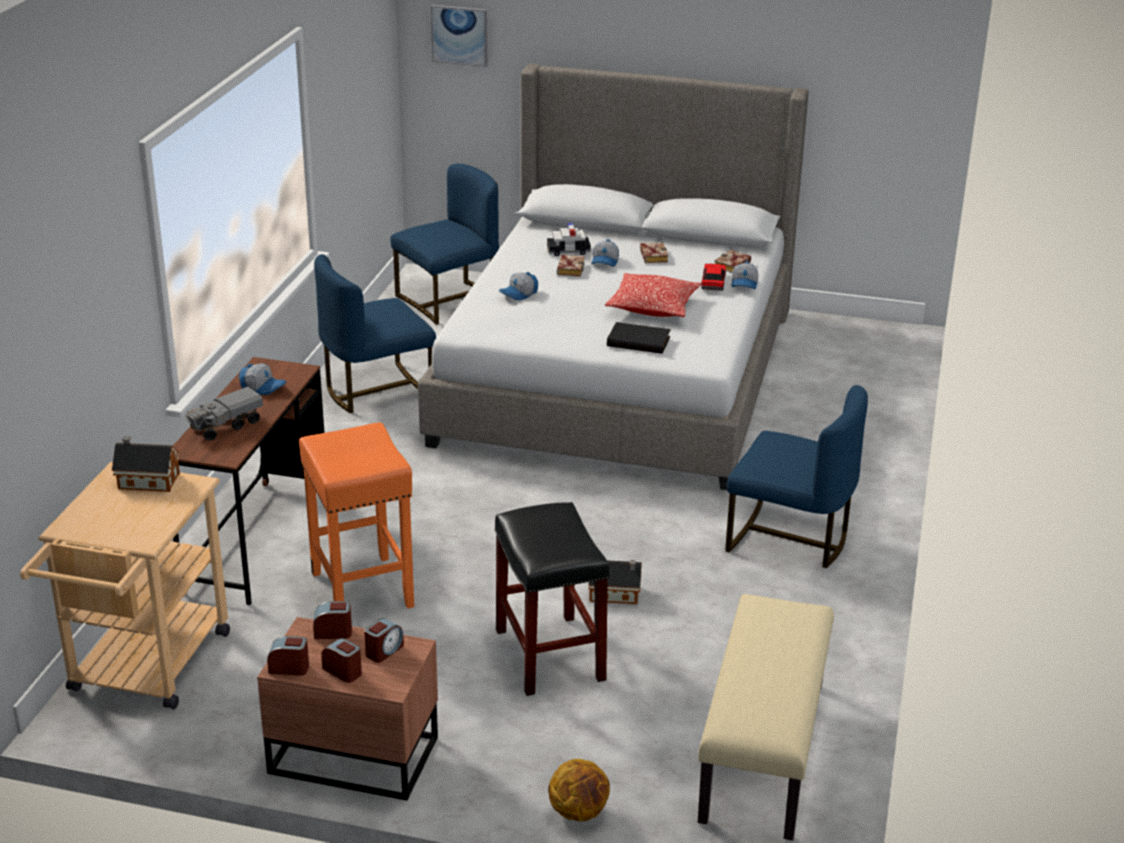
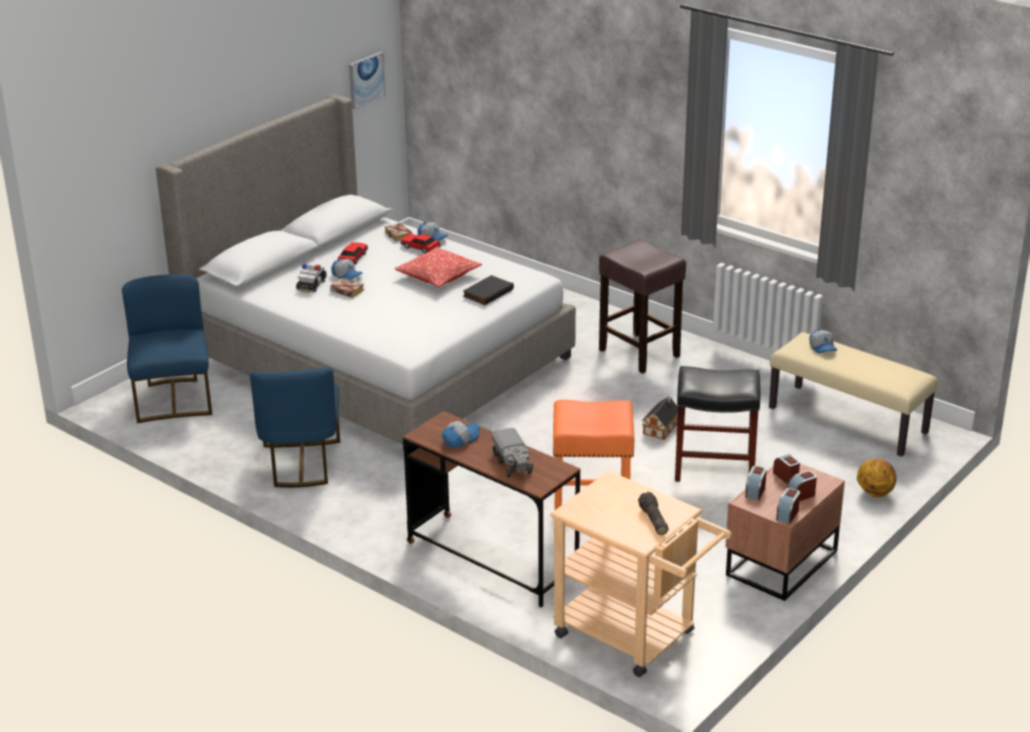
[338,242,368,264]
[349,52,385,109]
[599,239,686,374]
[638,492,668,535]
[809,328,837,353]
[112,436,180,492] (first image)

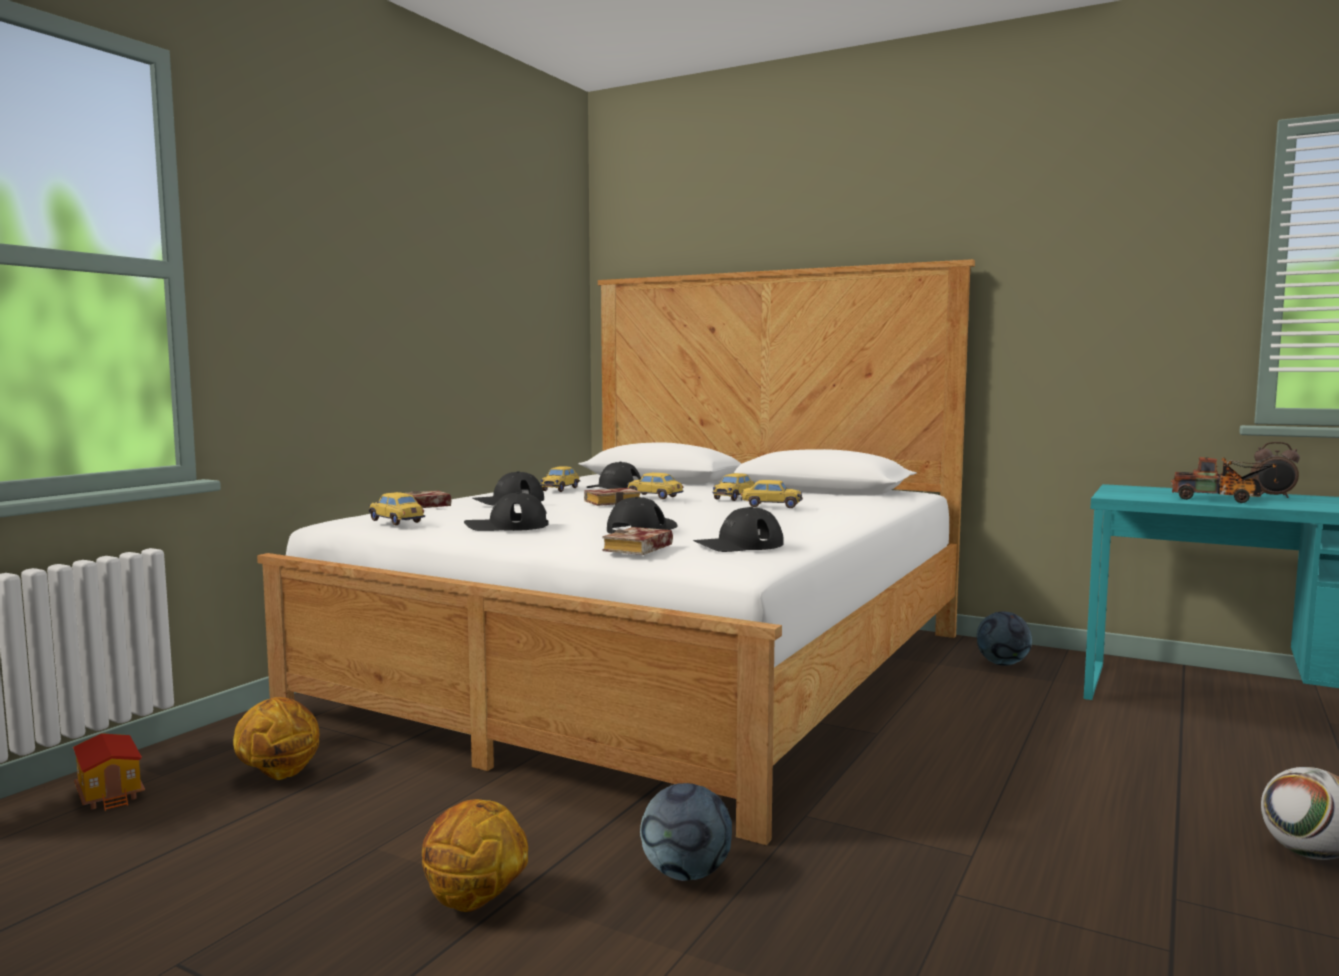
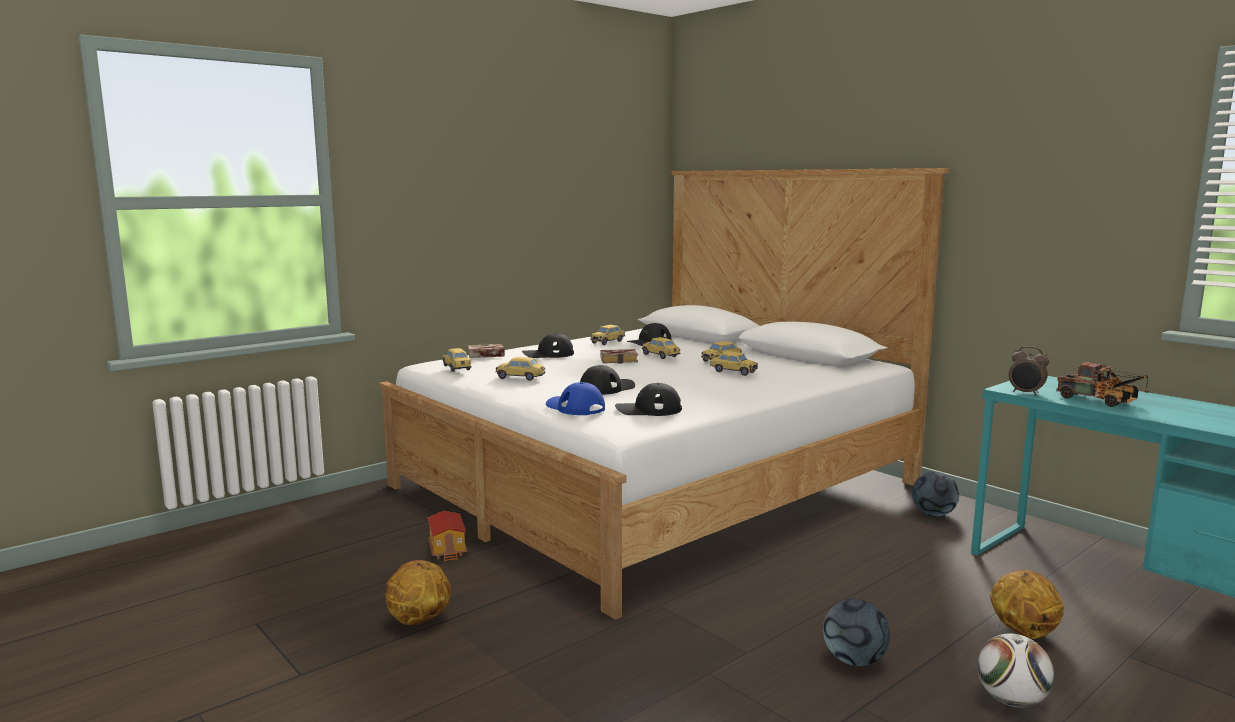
[428,511,467,562]
[496,357,545,381]
[546,382,605,415]
[823,598,890,666]
[990,570,1064,639]
[1009,346,1049,396]

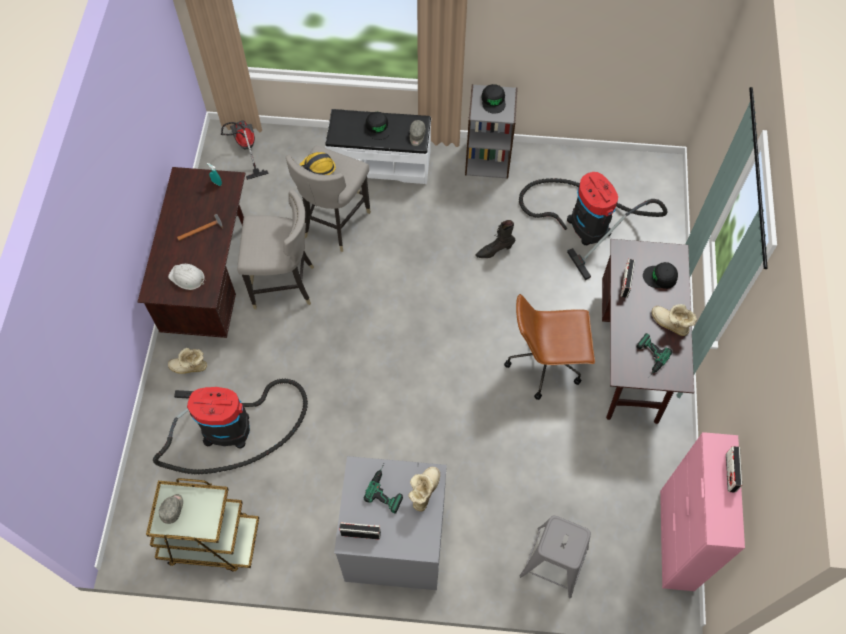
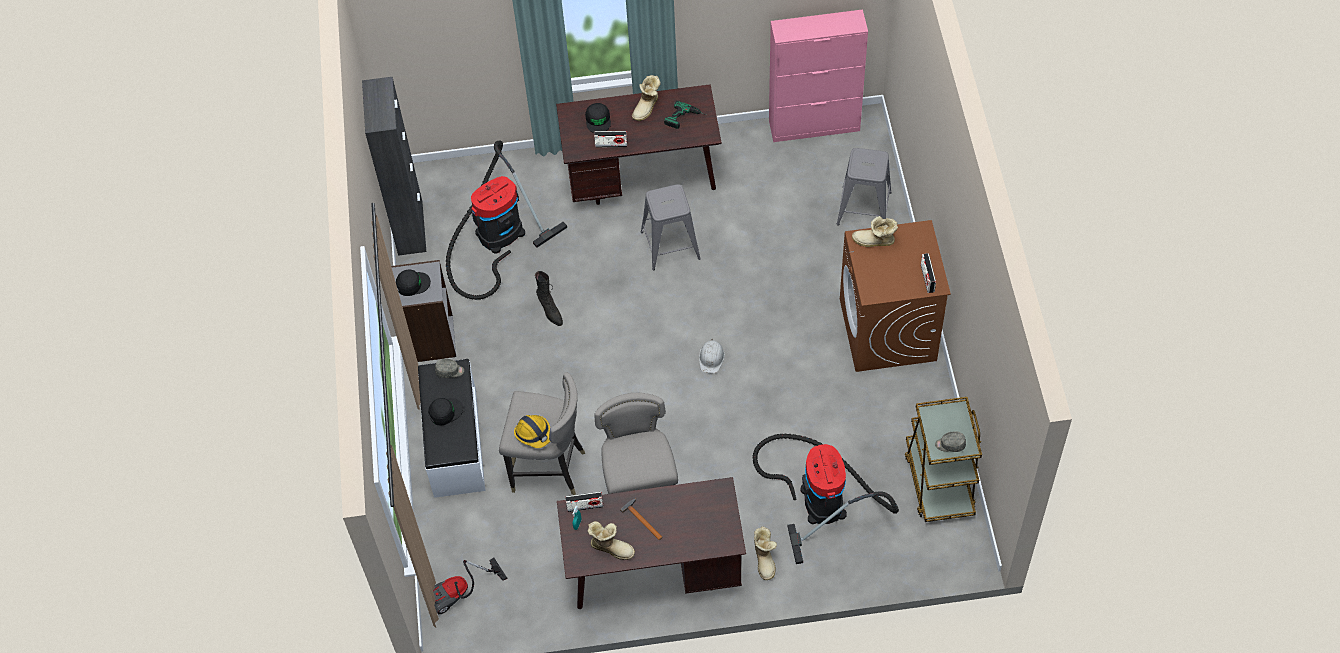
[362,77,427,256]
[565,492,603,512]
[587,521,635,560]
[641,184,701,270]
[699,339,725,374]
[840,220,951,372]
[364,464,403,513] (first image)

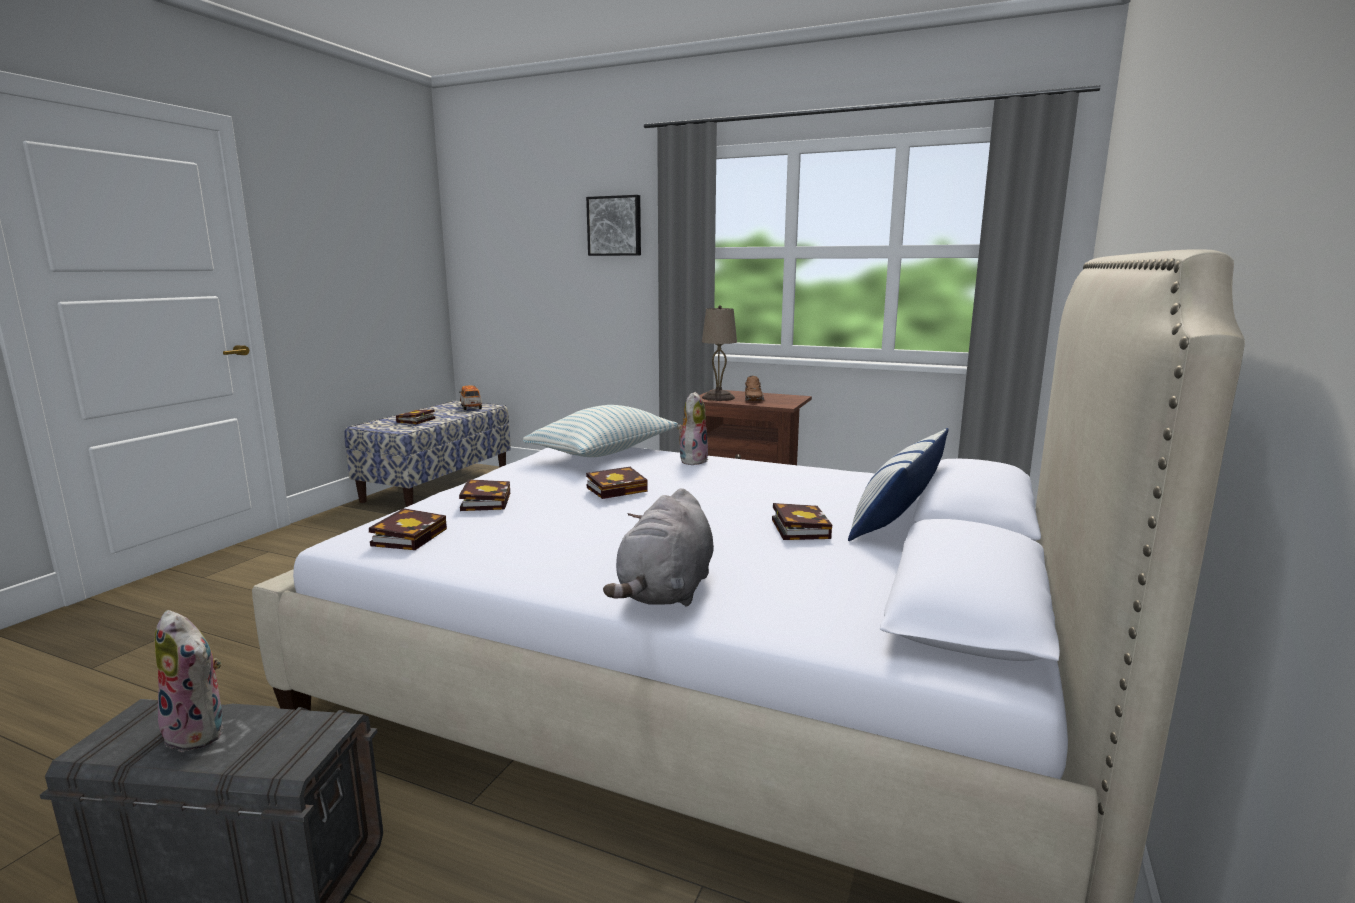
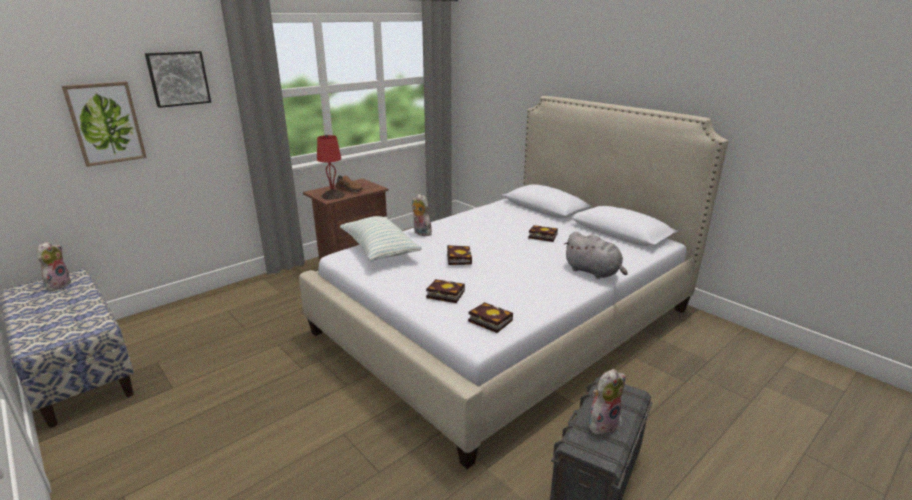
[37,242,72,291]
[62,81,147,167]
[317,135,344,200]
[396,410,435,424] (first image)
[848,428,949,541] (first image)

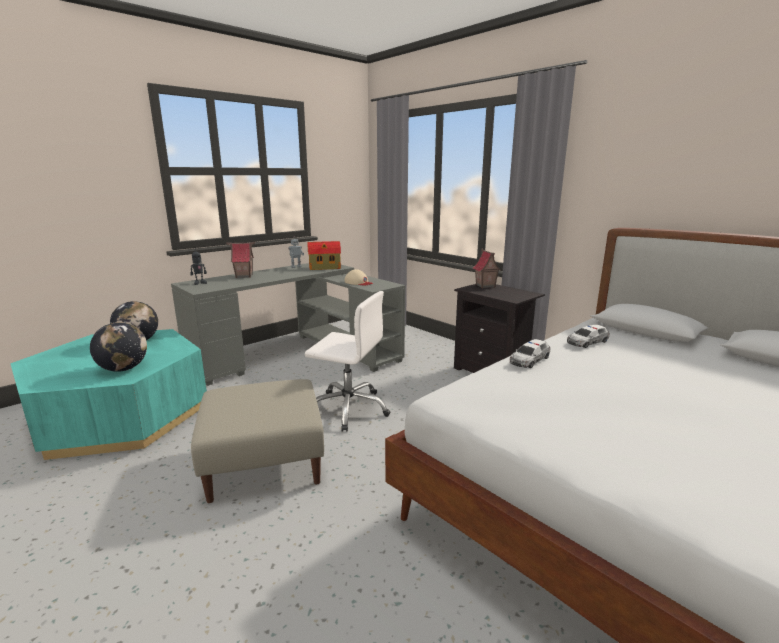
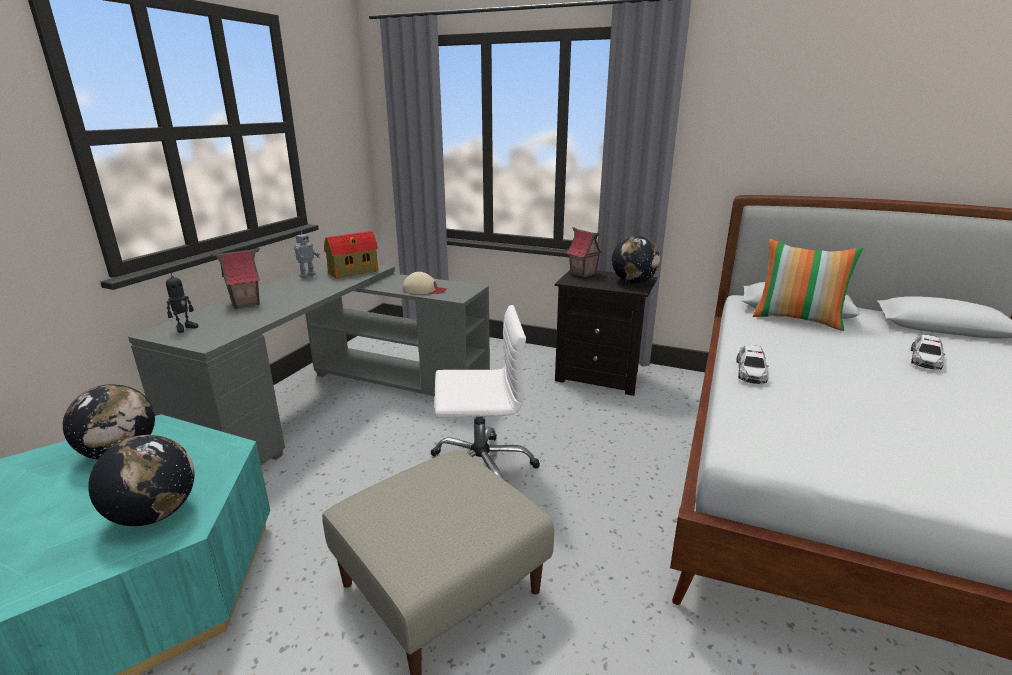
[612,236,660,283]
[753,239,863,331]
[911,334,945,370]

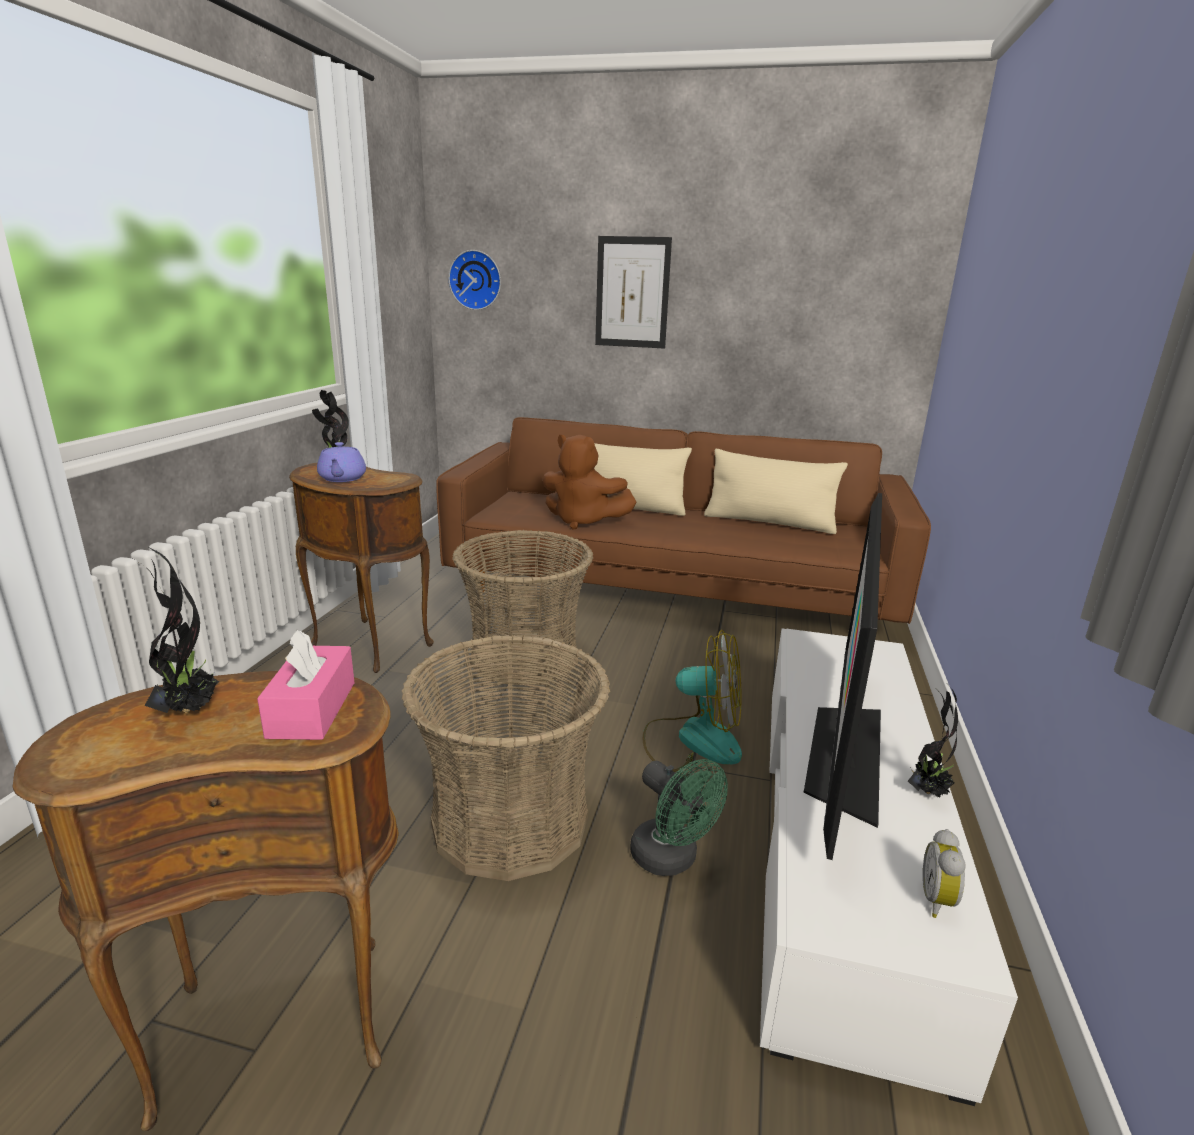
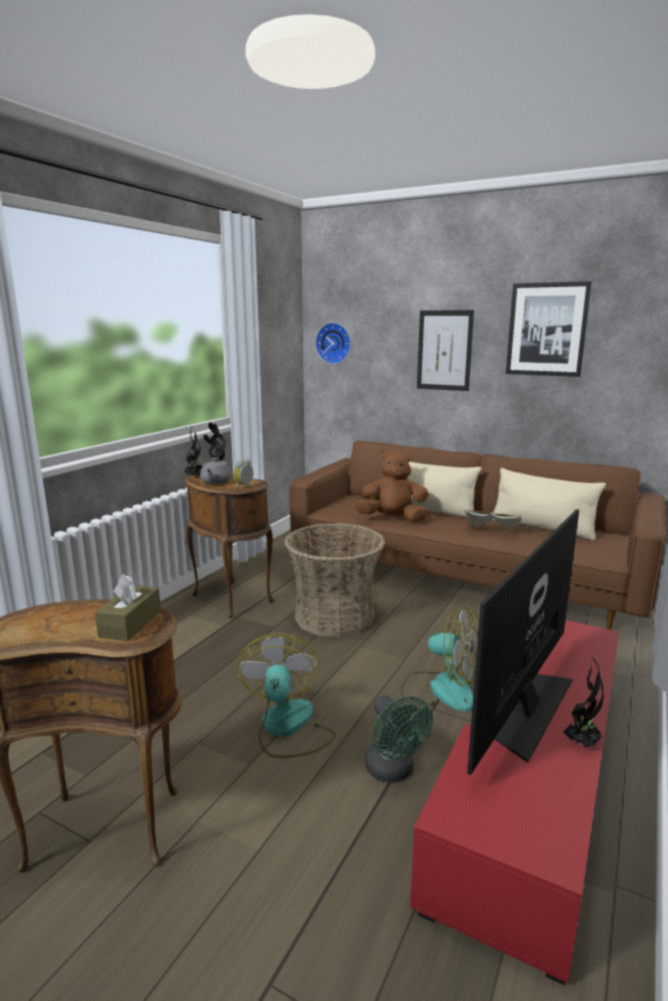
[95,574,161,641]
[184,427,202,477]
[200,458,232,484]
[233,458,253,489]
[237,633,336,758]
[355,449,429,522]
[410,620,619,986]
[464,510,521,531]
[506,281,592,377]

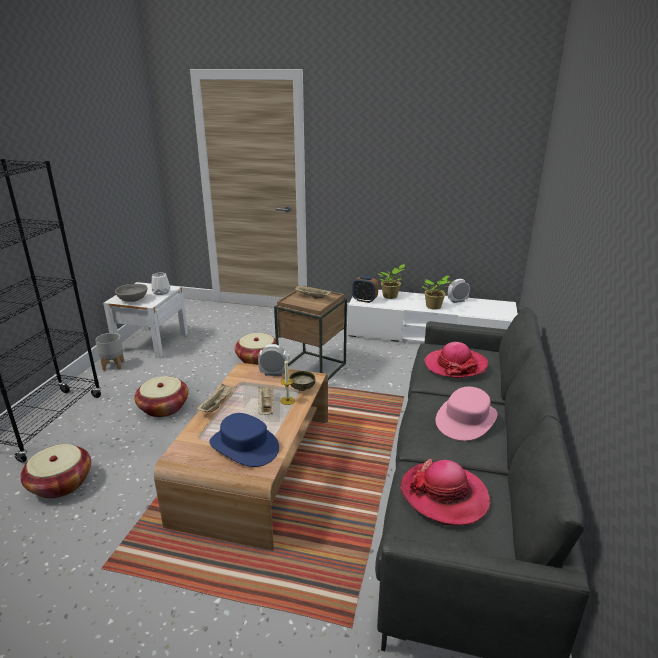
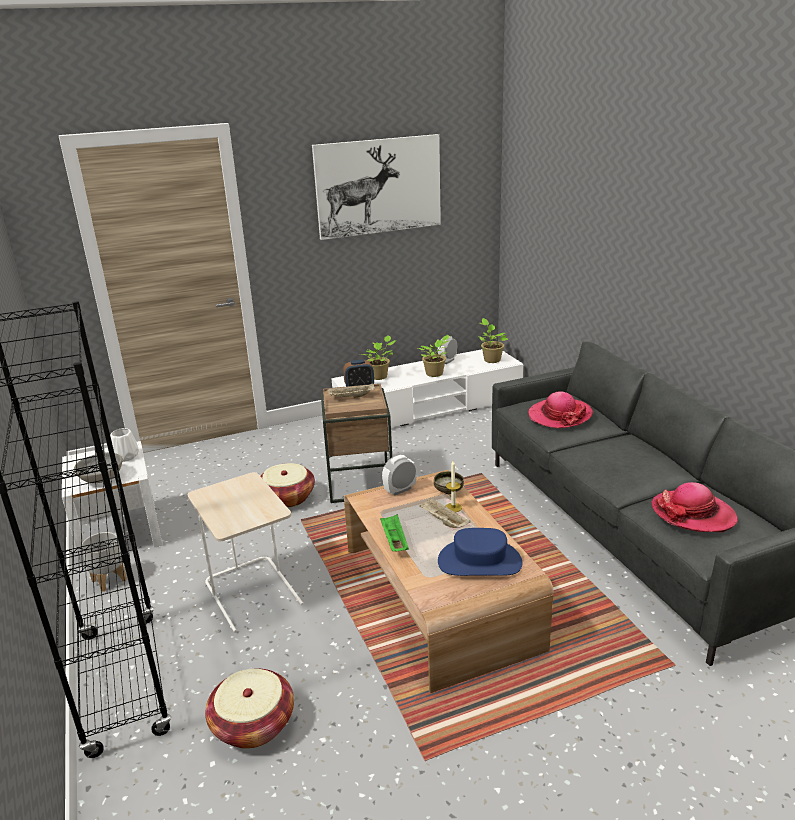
[188,472,304,633]
[312,134,441,240]
[380,514,409,552]
[478,318,508,363]
[436,387,497,441] (first image)

